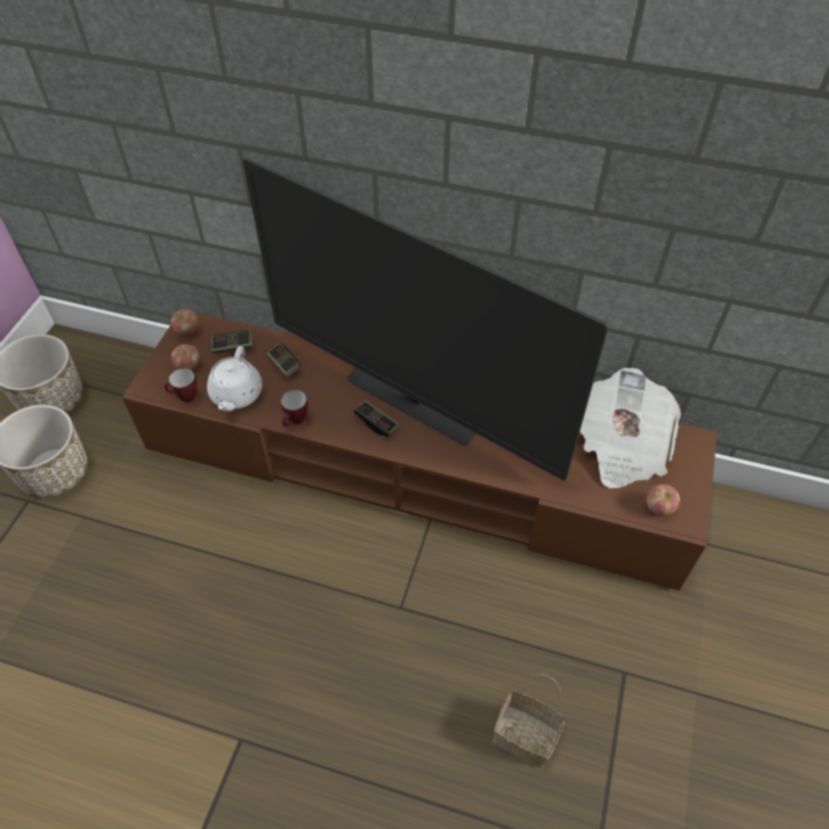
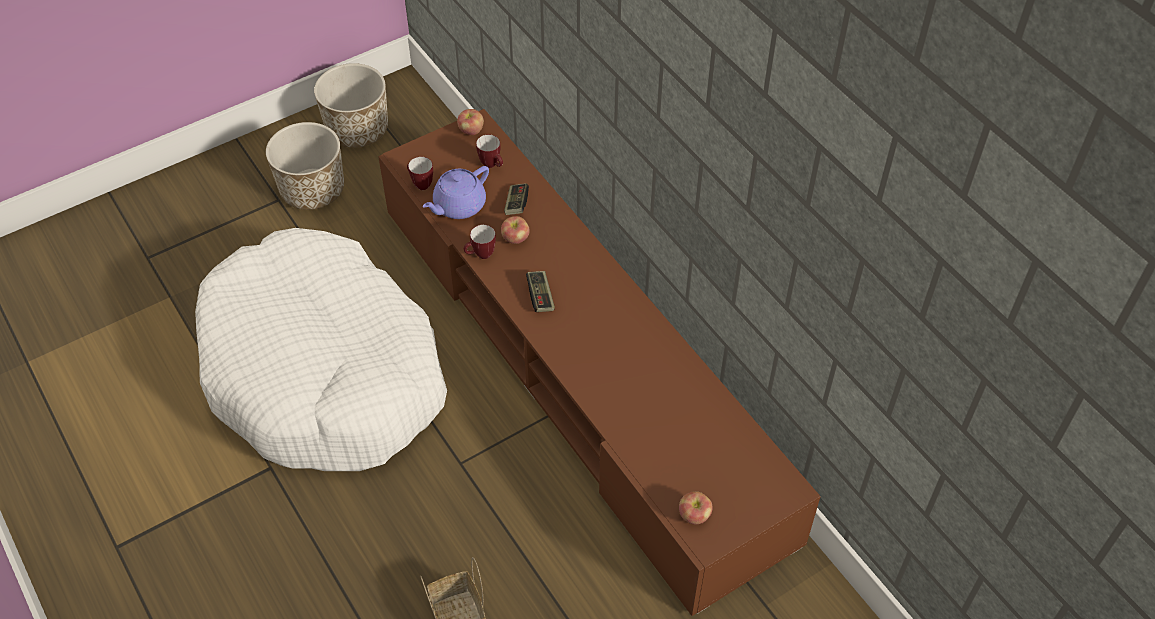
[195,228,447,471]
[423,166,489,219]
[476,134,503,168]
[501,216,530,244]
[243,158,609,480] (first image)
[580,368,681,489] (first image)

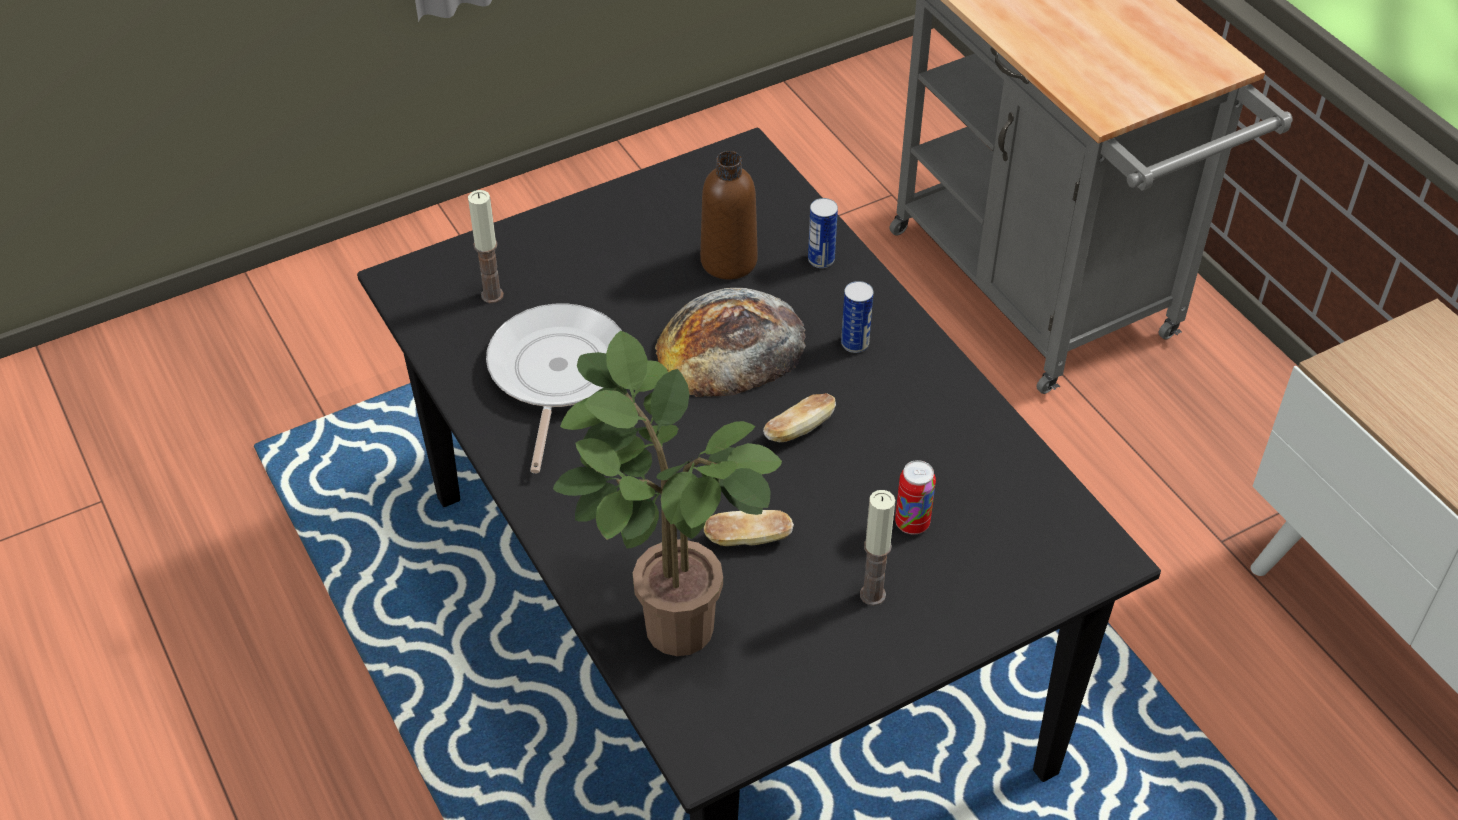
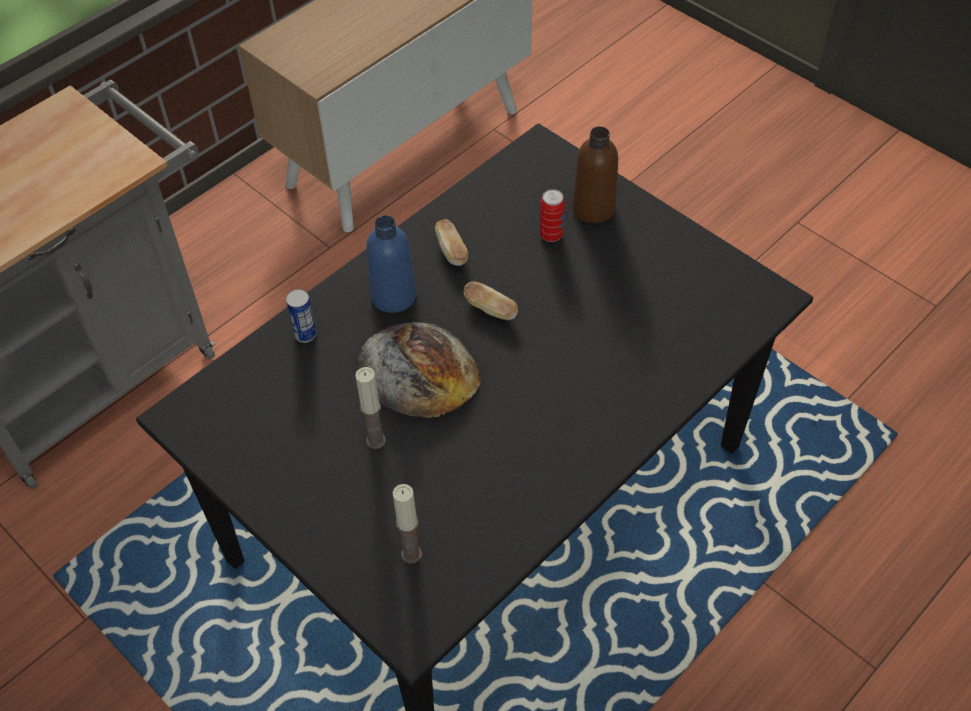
[355,367,386,449]
[366,215,416,313]
[435,219,468,266]
[572,126,618,223]
[486,303,622,473] (first image)
[553,331,782,656] (first image)

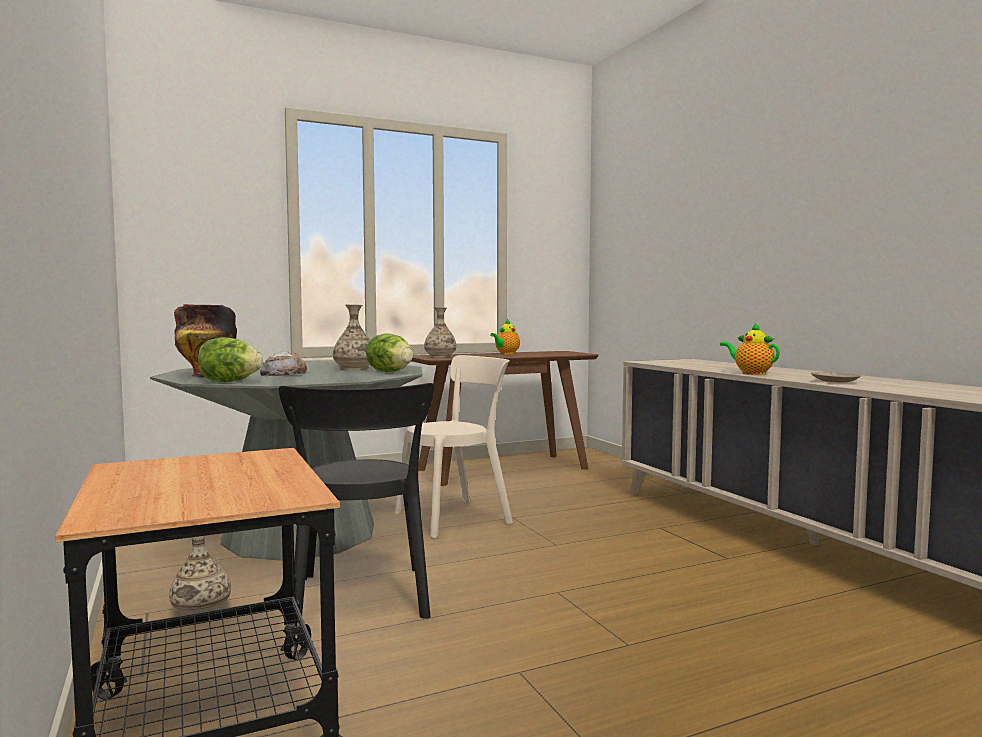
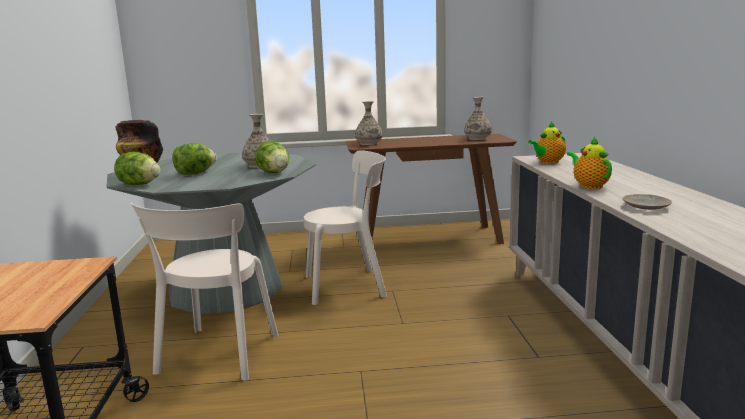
[130,203,278,381]
[173,143,217,175]
[464,96,492,140]
[528,121,566,164]

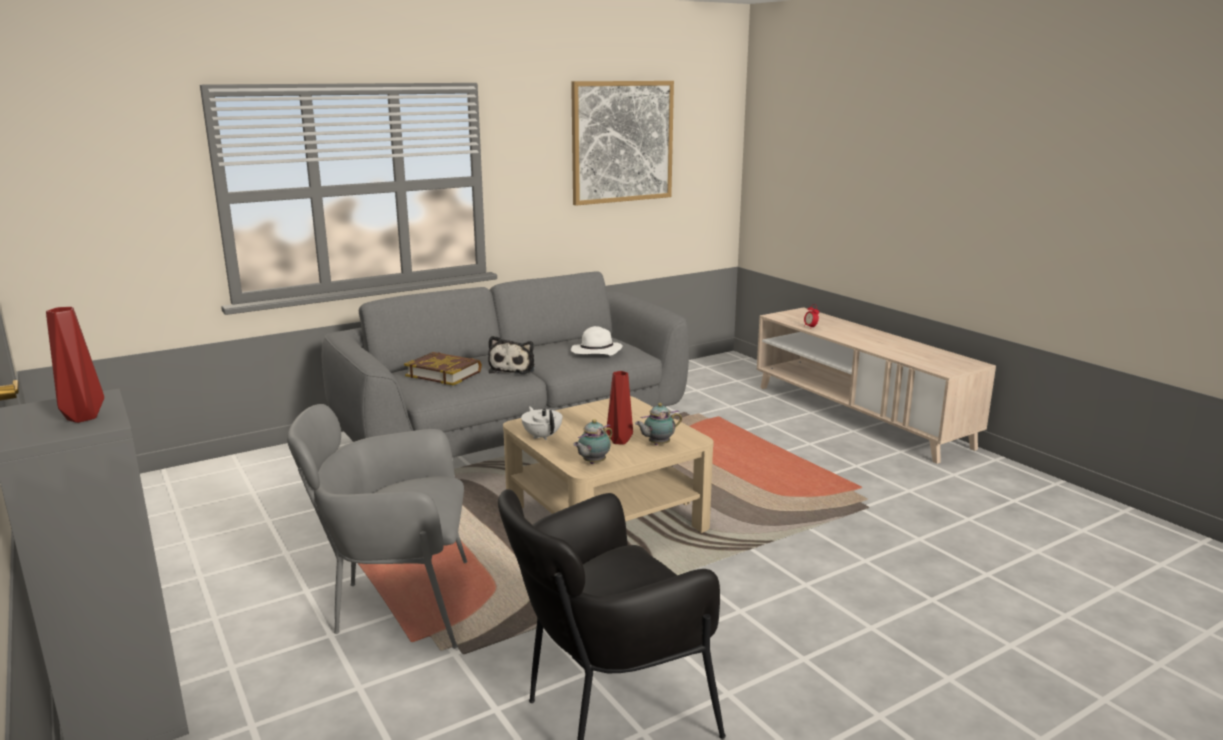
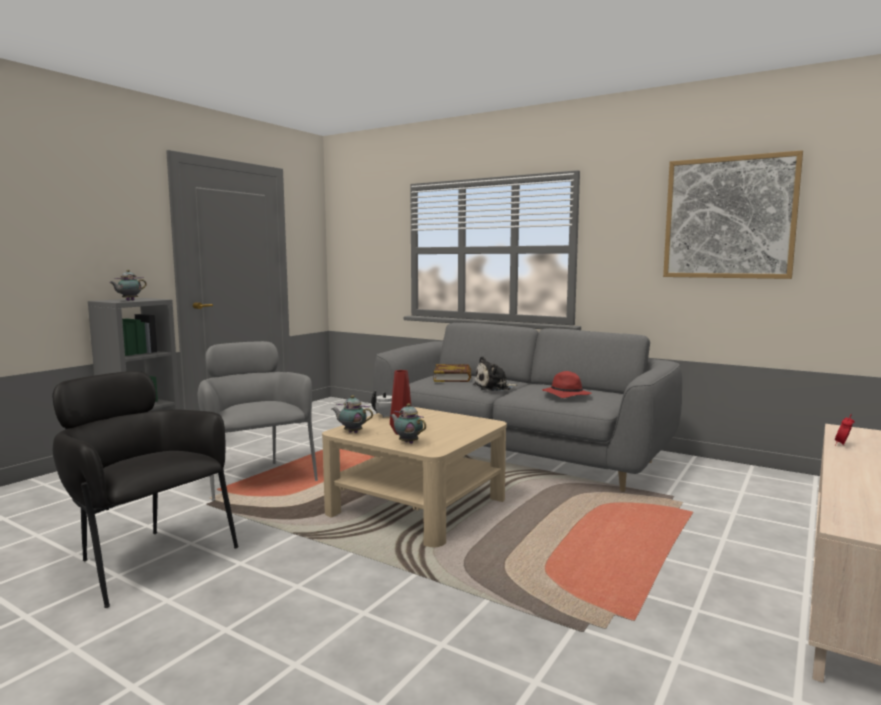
[109,270,147,301]
[542,371,592,398]

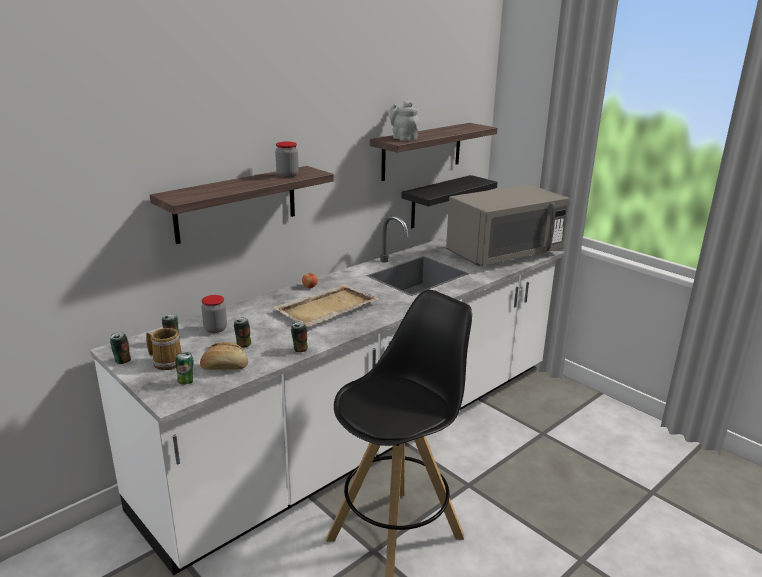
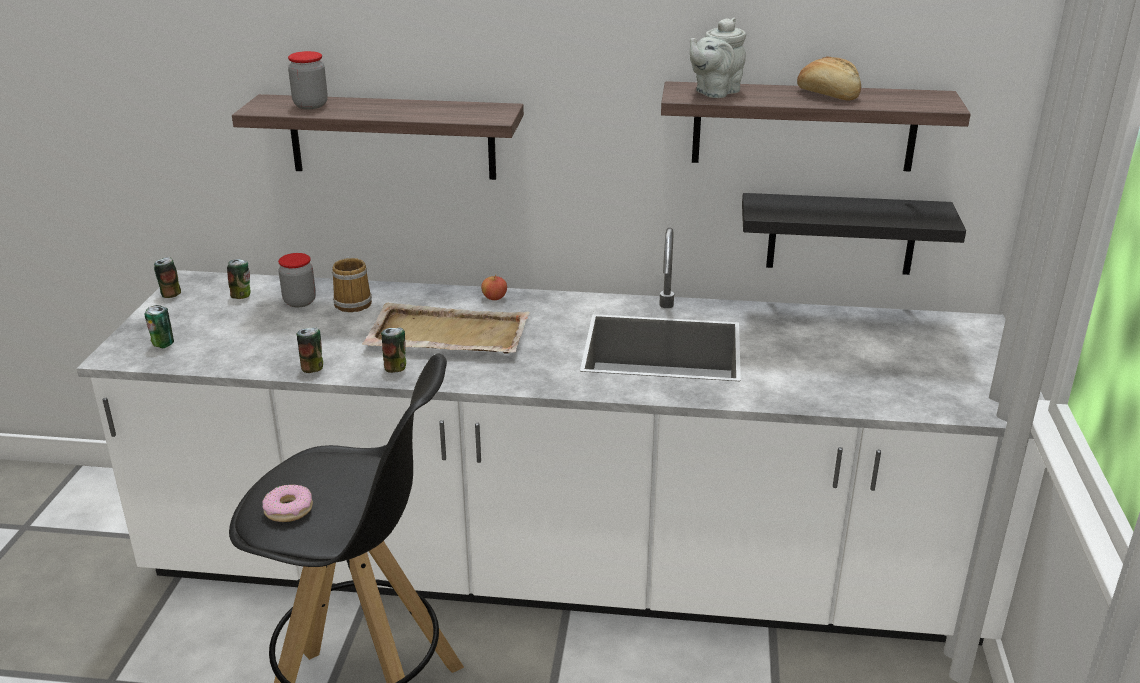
[262,485,313,522]
[288,51,328,109]
[332,256,372,312]
[381,327,406,373]
[690,18,746,98]
[797,56,861,101]
[446,184,570,266] (first image)

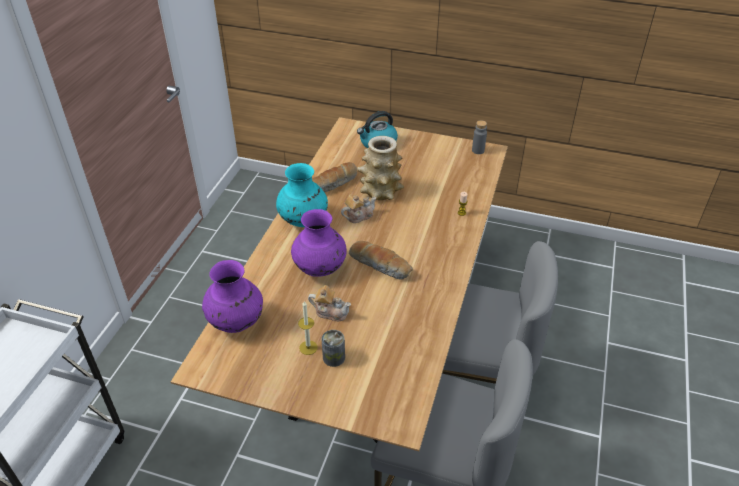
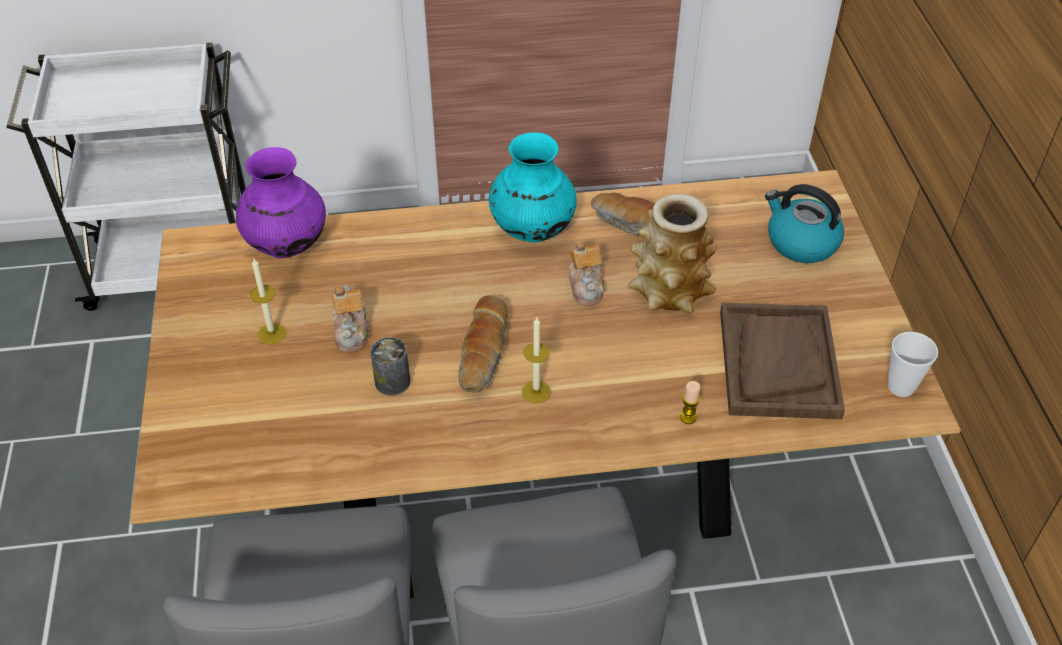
[370,337,410,396]
[522,317,551,404]
[569,241,605,306]
[720,303,845,419]
[888,332,938,397]
[291,209,347,277] (first image)

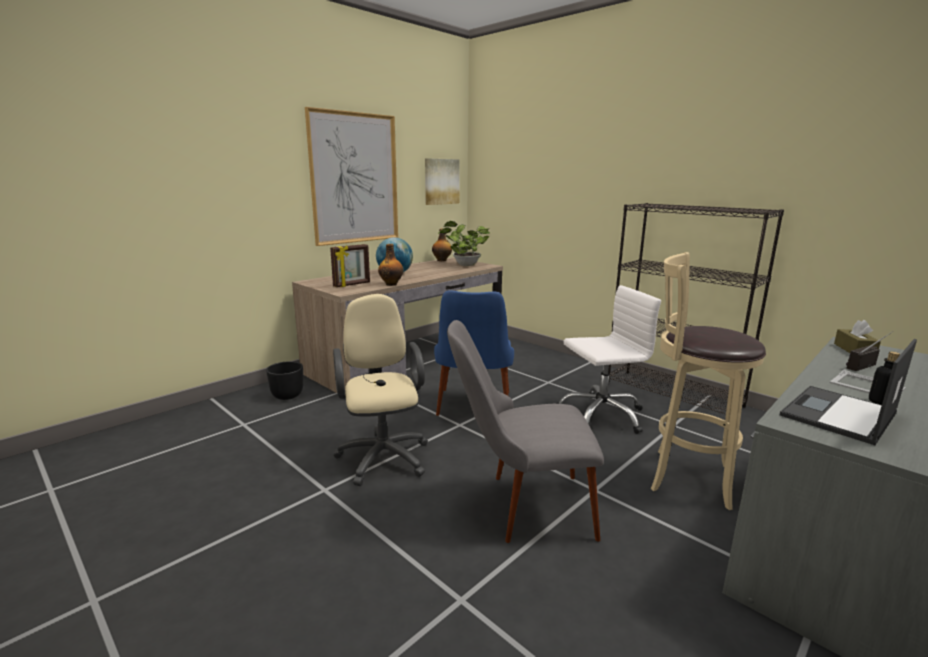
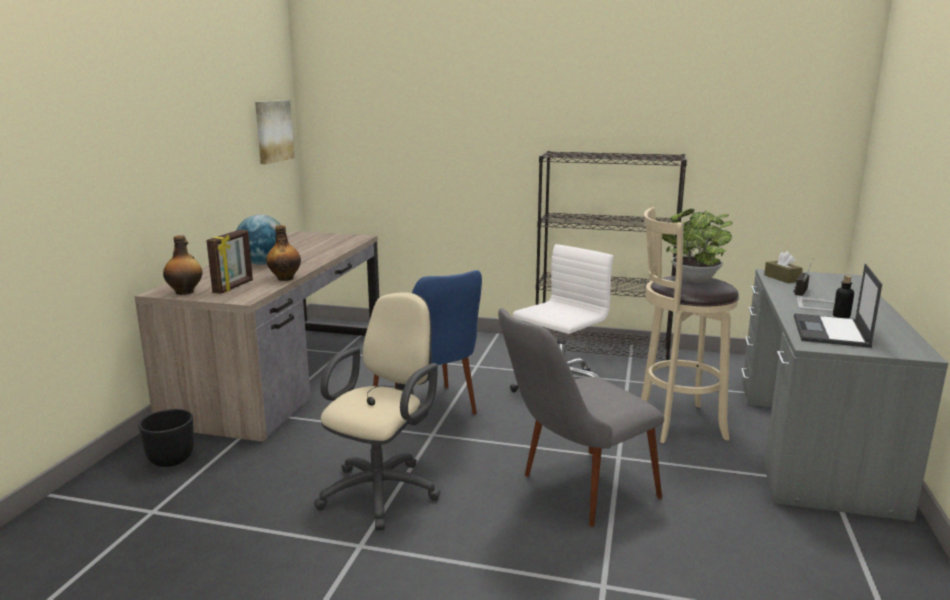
[163,235,202,295]
[314,292,441,530]
[662,209,733,283]
[305,107,398,246] (first image)

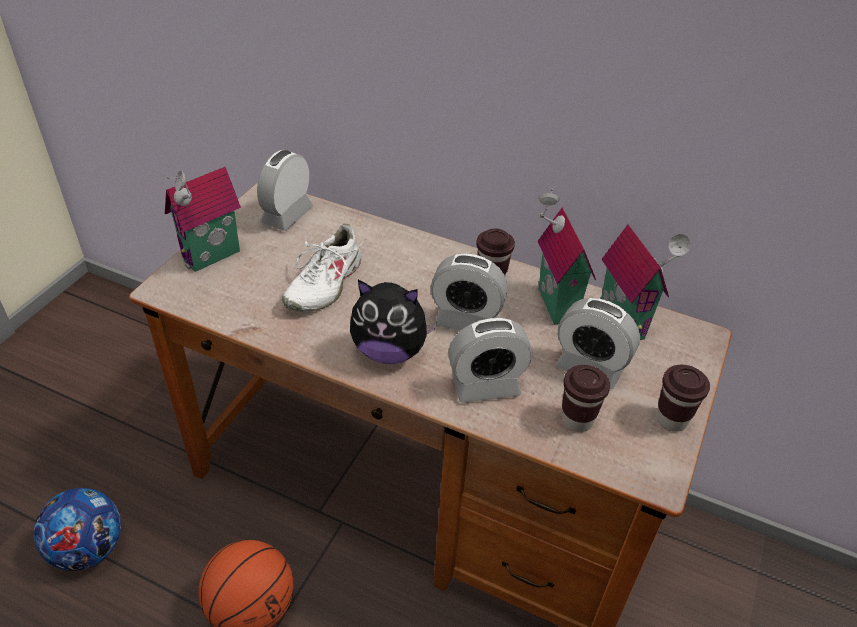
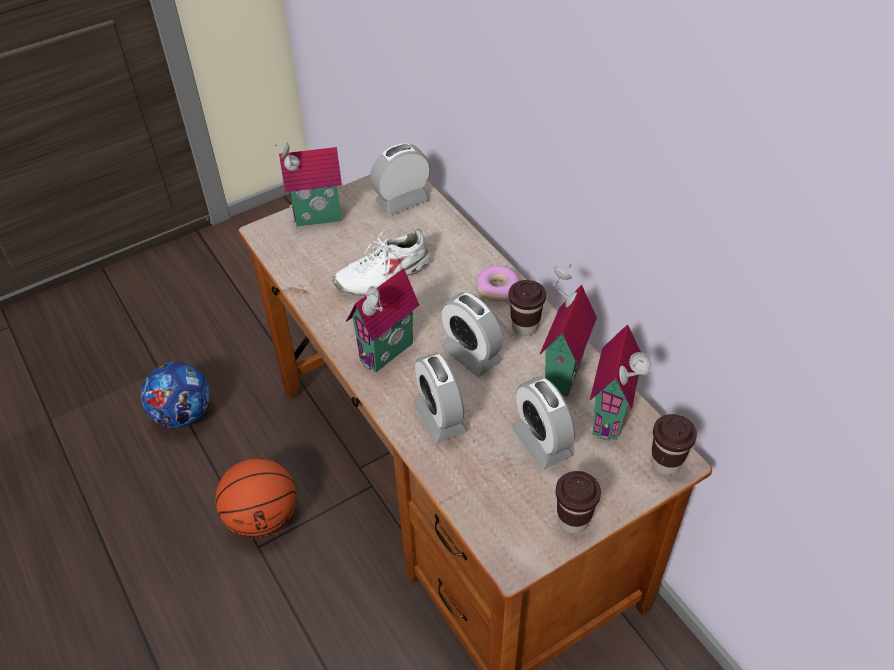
[346,268,419,372]
[413,352,468,443]
[476,266,520,302]
[651,414,697,475]

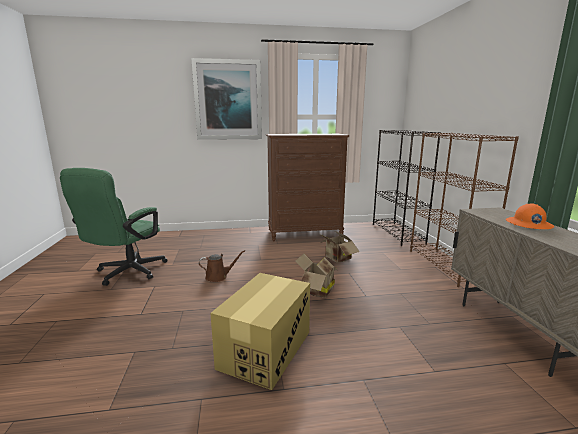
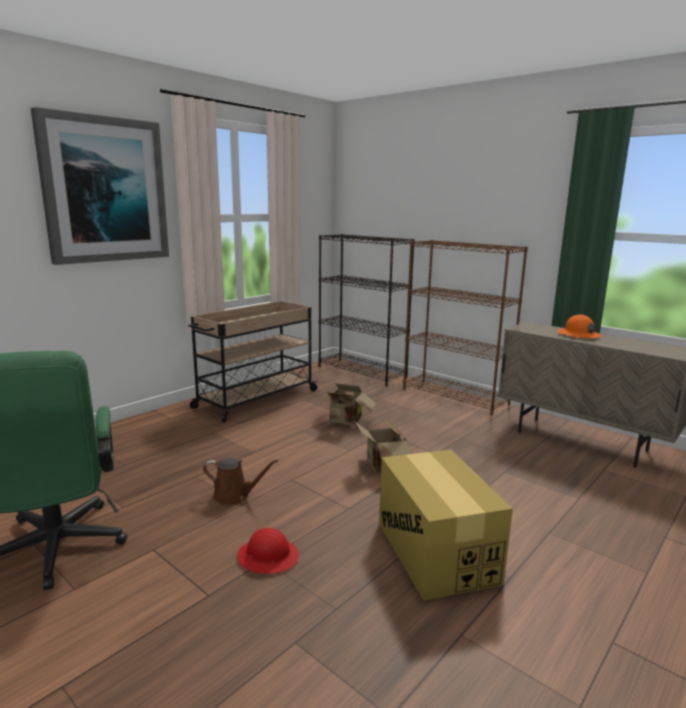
[188,301,319,422]
[203,458,278,505]
[237,528,299,574]

